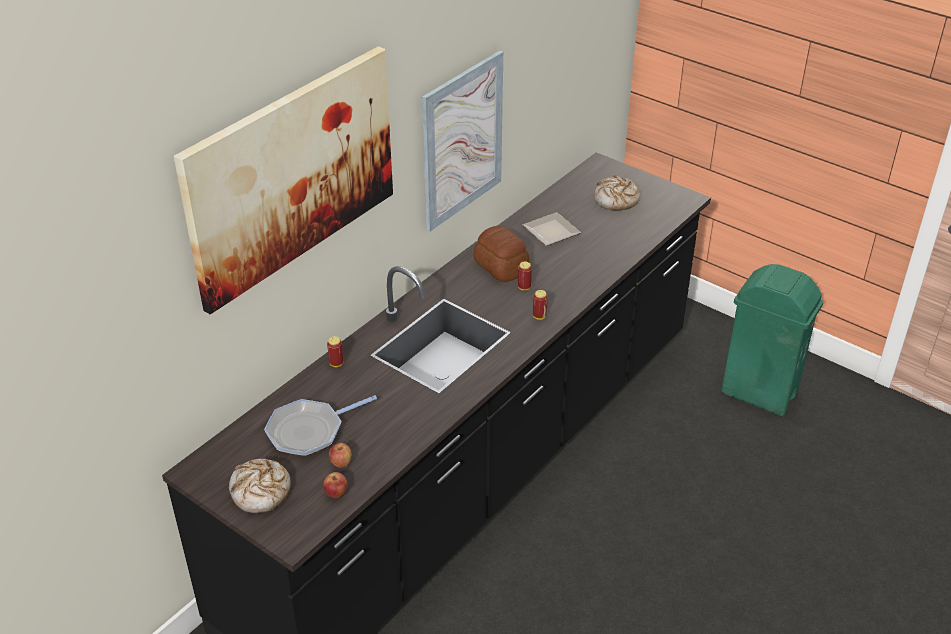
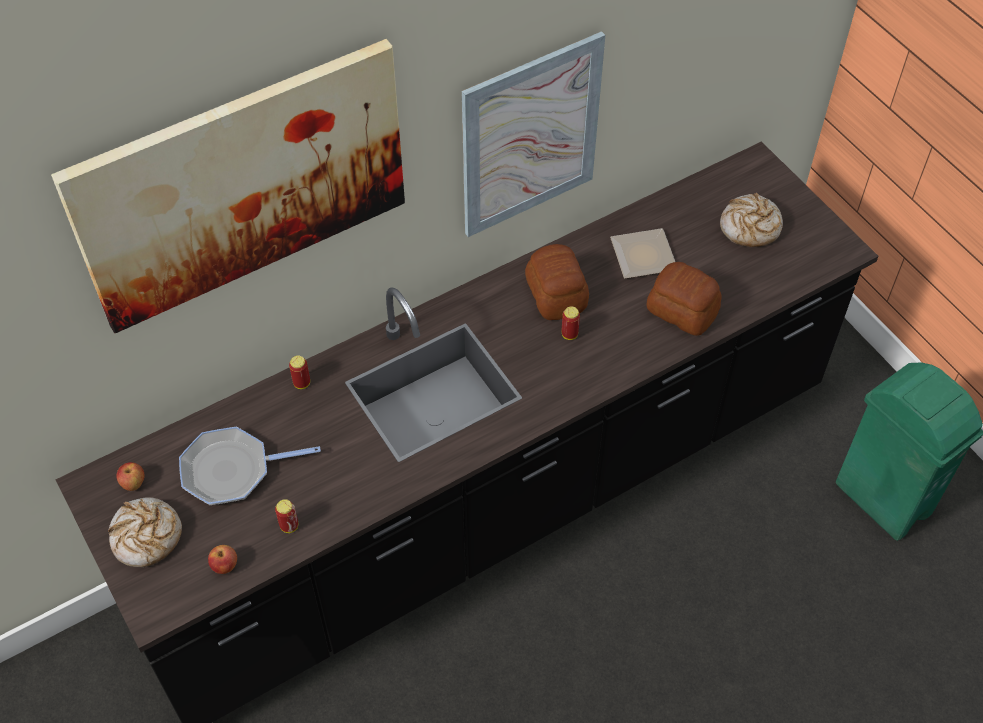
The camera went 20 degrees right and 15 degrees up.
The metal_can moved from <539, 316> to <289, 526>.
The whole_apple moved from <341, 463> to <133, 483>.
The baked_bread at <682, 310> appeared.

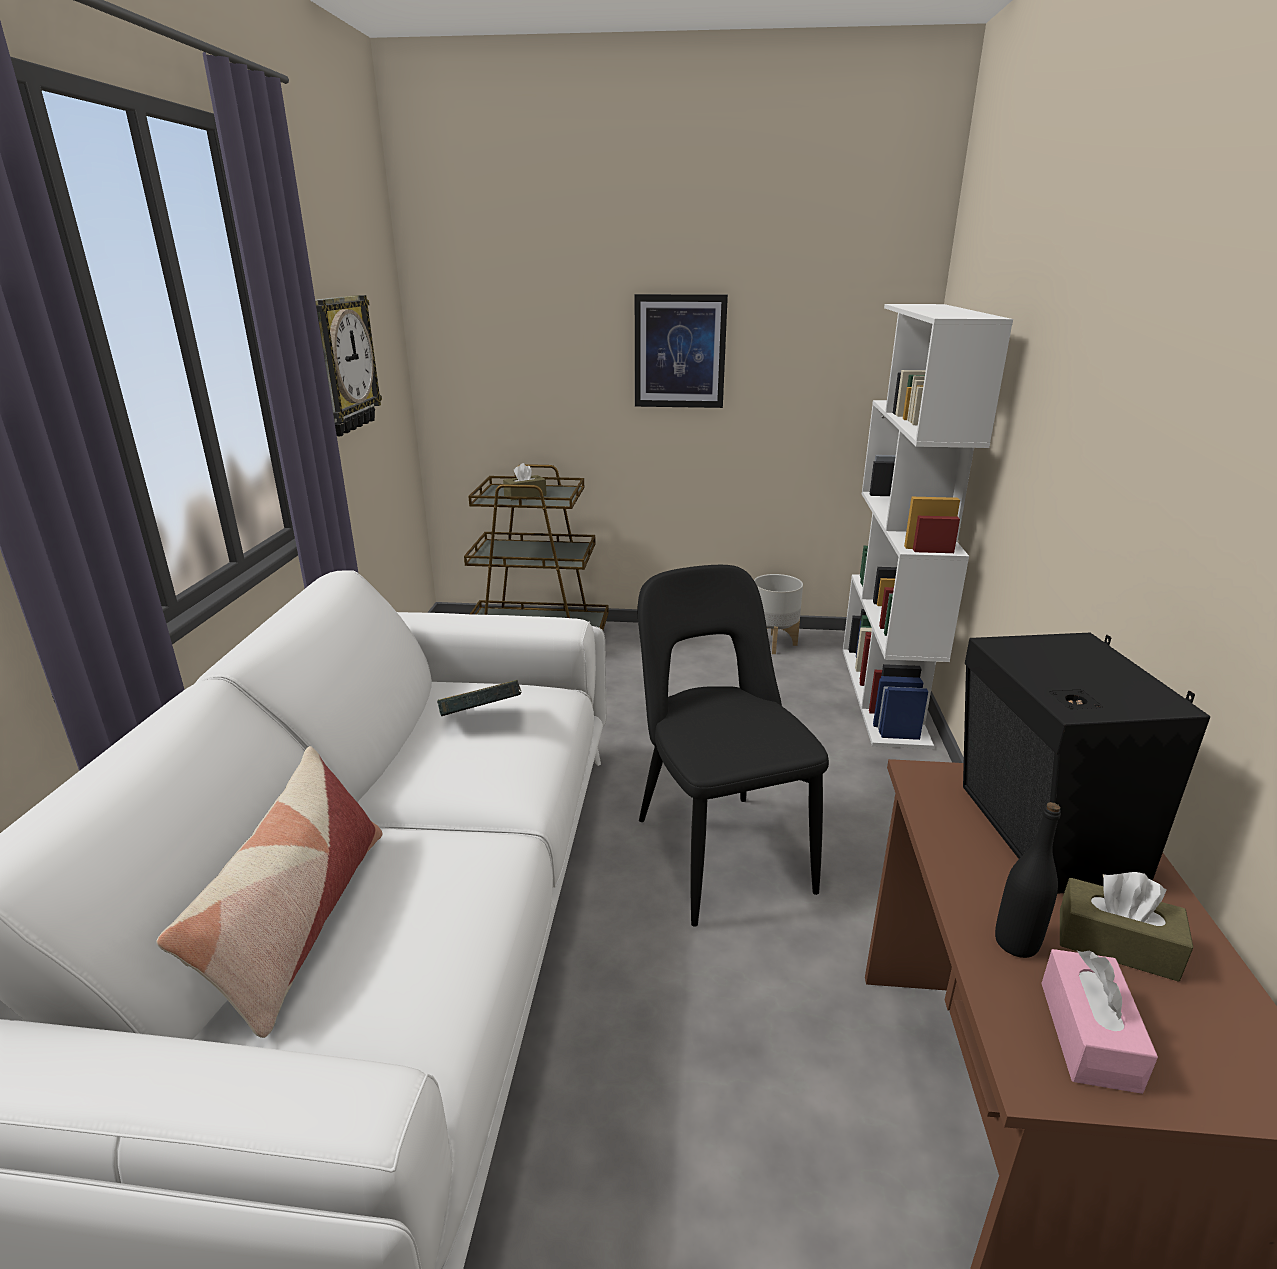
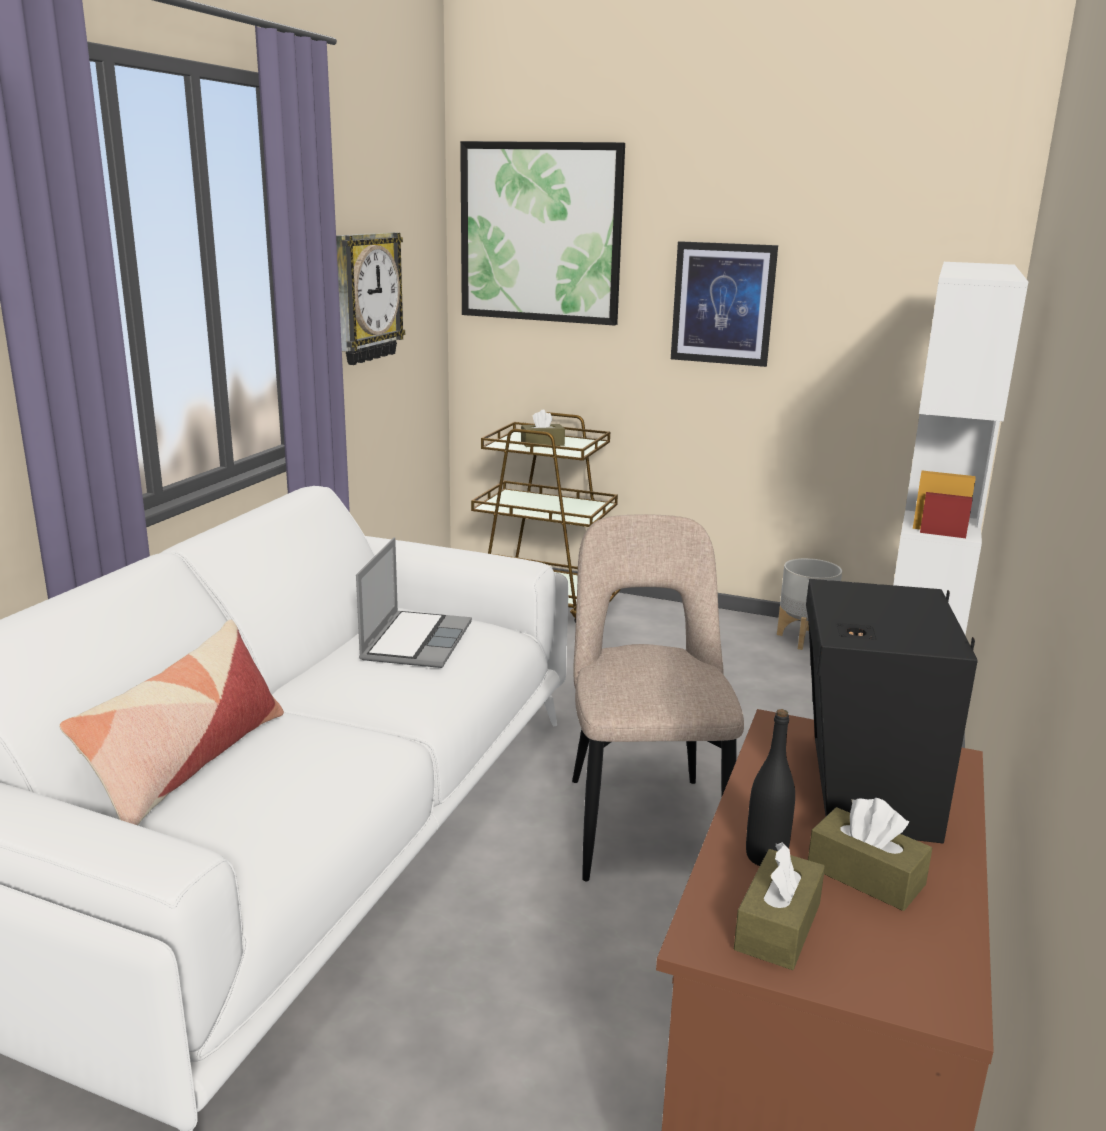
The camera went 15 degrees right and 5 degrees down.
The black-coloured_upright_chair at <718, 849> became the sand-coloured_upright_chair at <643, 821>.
The book at <482, 720> was replaced by the laptop at <415, 641>.
The pink_tissue_box at <1088, 1035> became the brown-coloured_tissue_box at <778, 926>.
The wall_art at <540, 233> appeared.

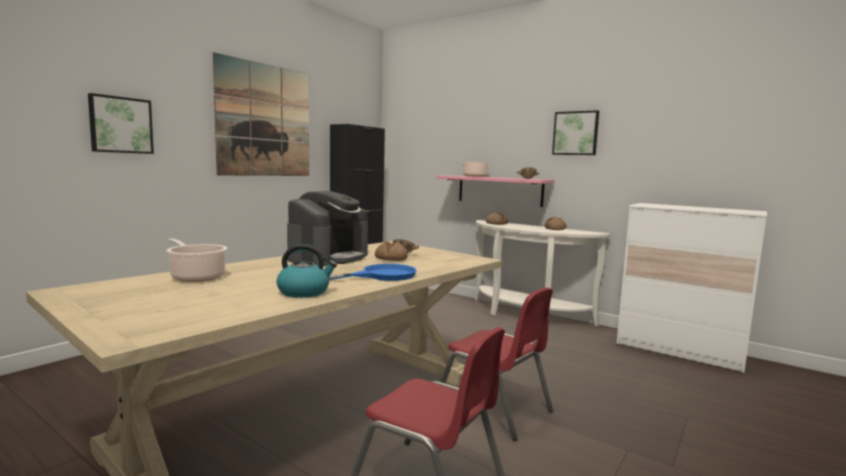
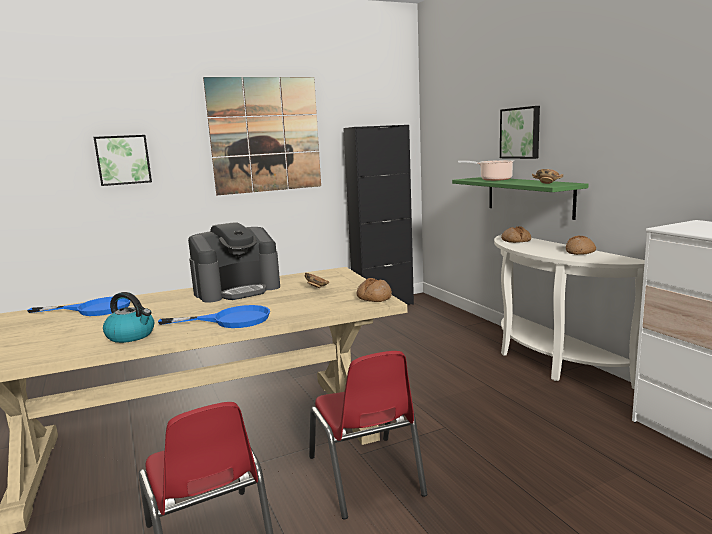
The camera went 30 degrees right and 5 degrees up.
The wall_art moved from <575, 133> to <521, 133>.
The pink_shelf at <499, 190> became the green_shelf at <529, 196>.
The stockpot at <196, 277> was replaced by the bluish_frying_pan at <94, 309>.
The baked_bread moved from <390, 258> to <373, 298>.

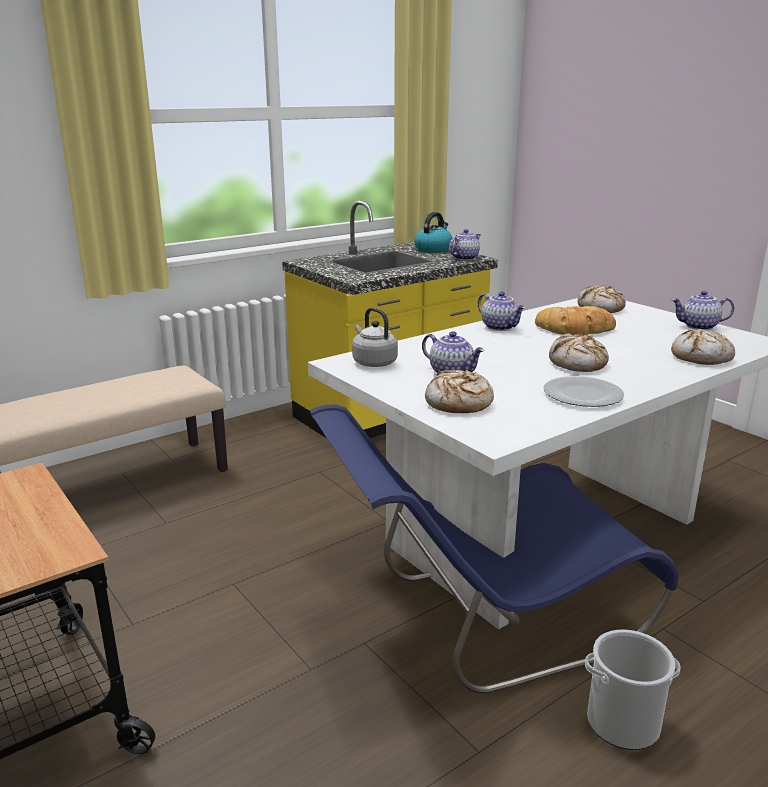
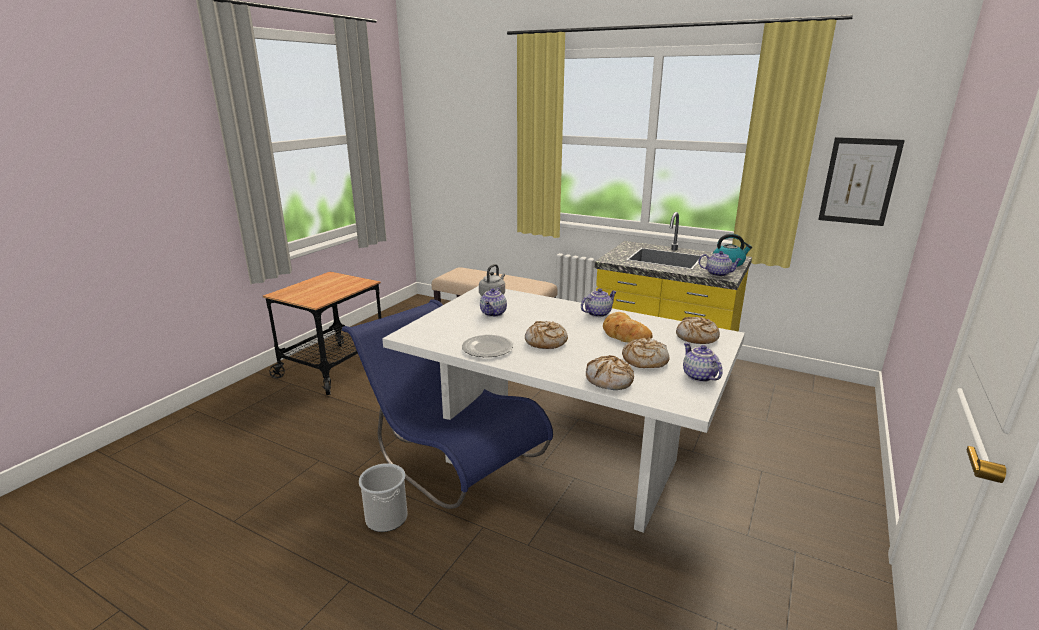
The camera went 65 degrees right and 0 degrees up.
The pot_for_tea at <500, 327> turned 150 degrees counterclockwise.
The baked_bread moved from <459, 403> to <644, 360>.
The wall_art at <859, 181> appeared.

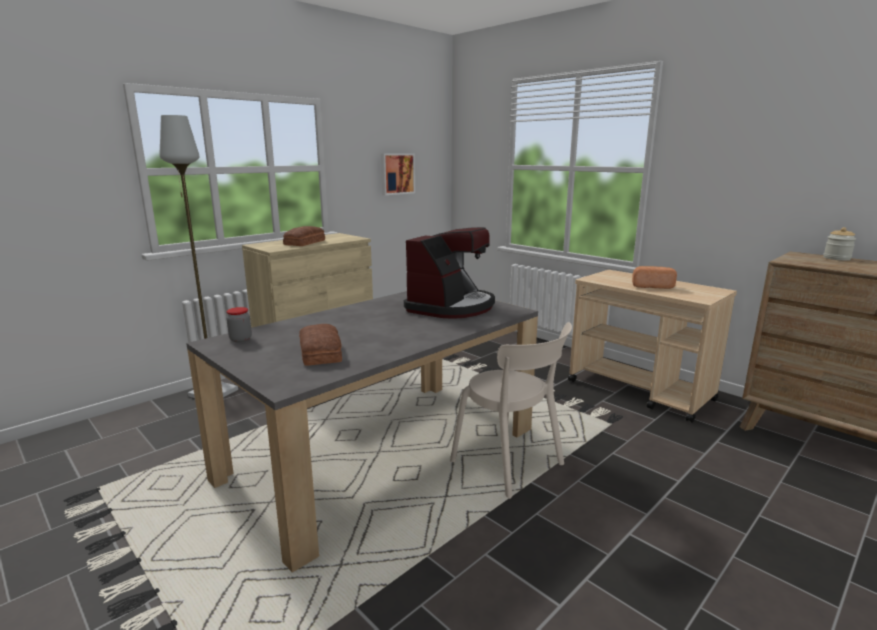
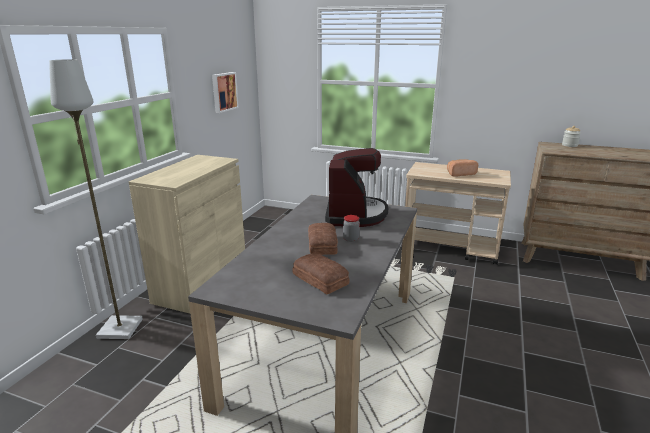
The camera went 25 degrees left and 5 degrees up.
The baked_bread moved from <306, 242> to <323, 244>.
The jar moved from <240, 339> to <350, 239>.
The sand-coloured_upright_chair at <510, 465> disappeared.

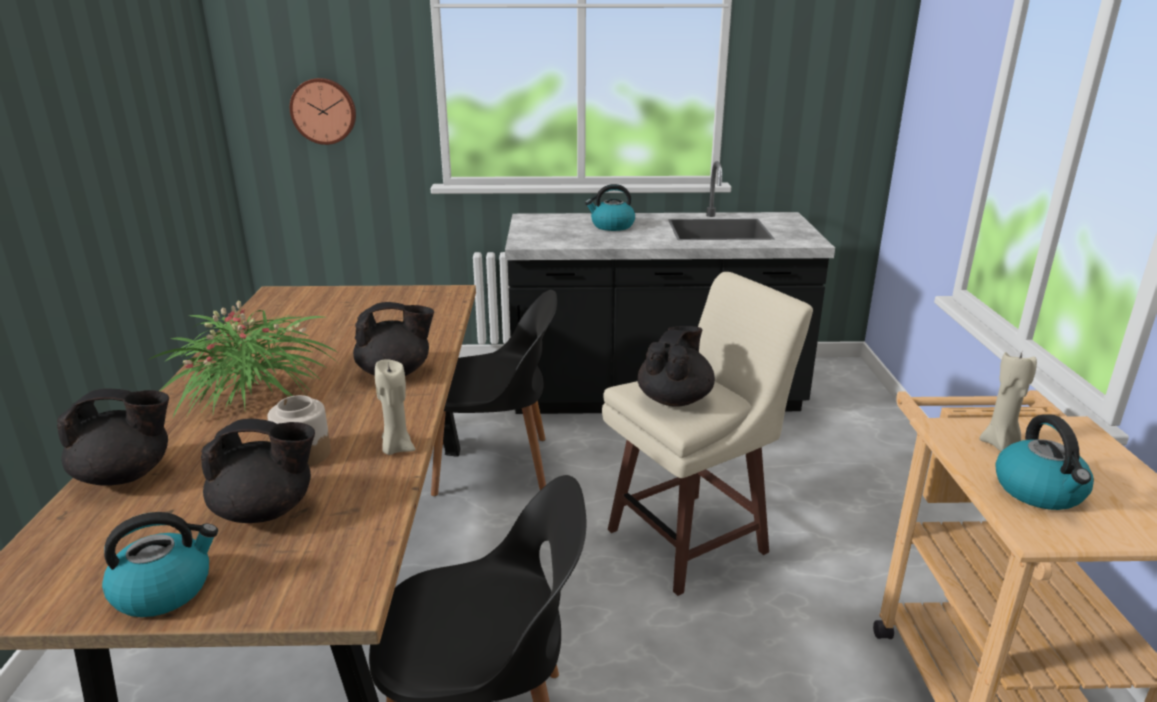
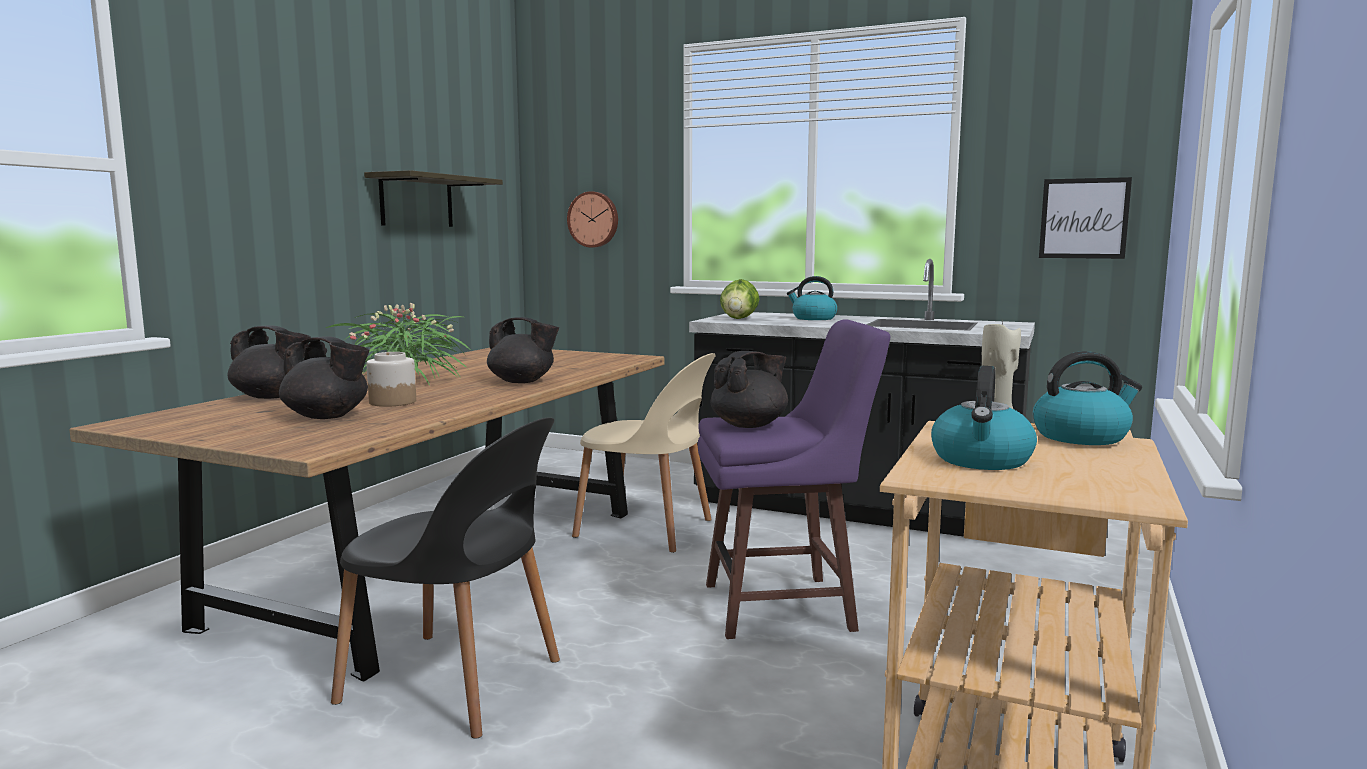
The camera went 25 degrees right and 15 degrees down.
The sand-coloured_stool_seat at <691, 540> became the purple-coloured_stool_seat at <783, 607>.
The black-coloured_upright_chair at <496, 466> became the sand-coloured_upright_chair at <647, 529>.
The sand-coloured_candle at <396, 448> disappeared.
The tea_kettle moved from <164, 589> to <1081, 436>.
The shelf at <416, 201> appeared.
The wall_art at <1084, 218> appeared.
The head_of_lettuce at <739, 319> appeared.

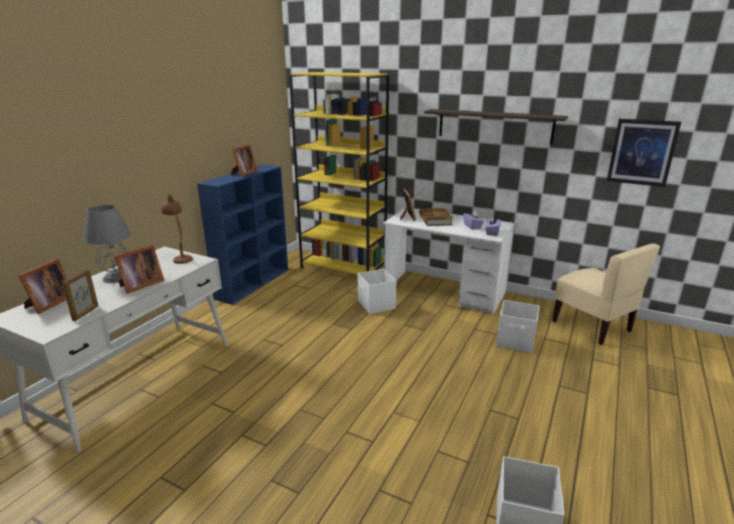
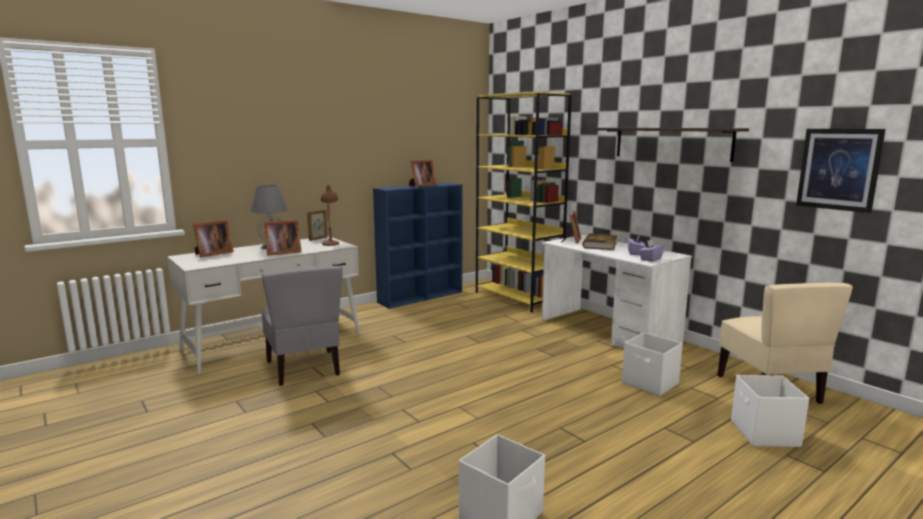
The camera went 25 degrees right and 10 degrees down.
The standing_frame moved from <86, 313> to <318, 239>.
The whitish_storage_box moved from <376, 305> to <764, 434>.
The gray_upright_chair at <304, 368> appeared.

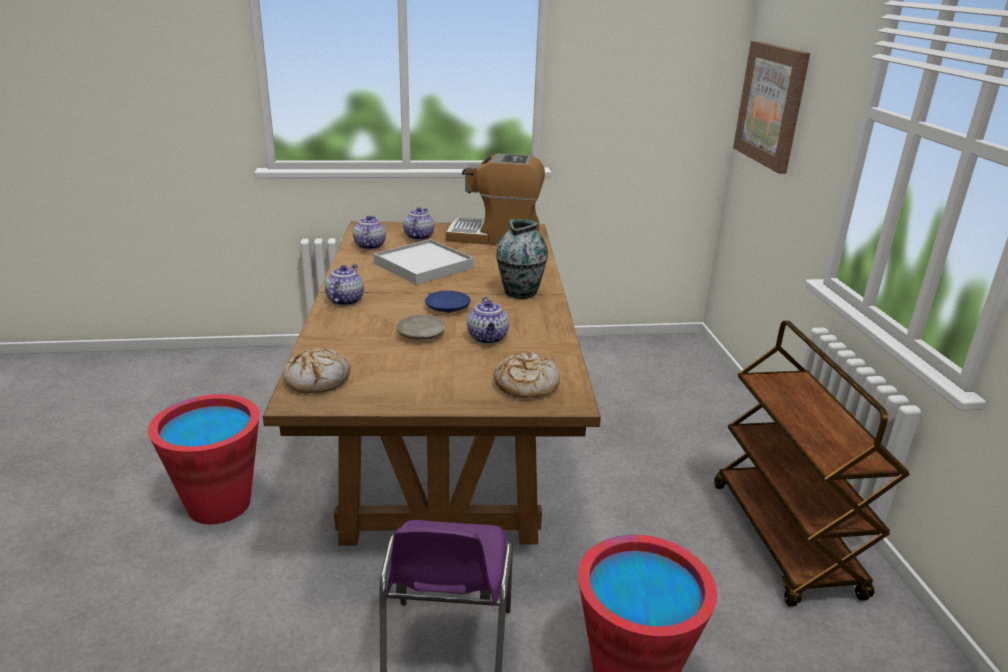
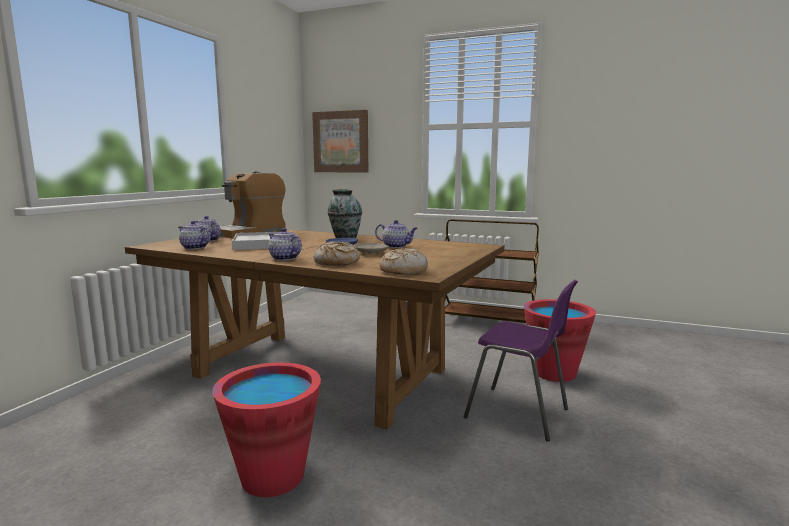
The camera went 60 degrees left and 15 degrees down.
The baked_bread moved from <525, 385> to <337, 262>.

